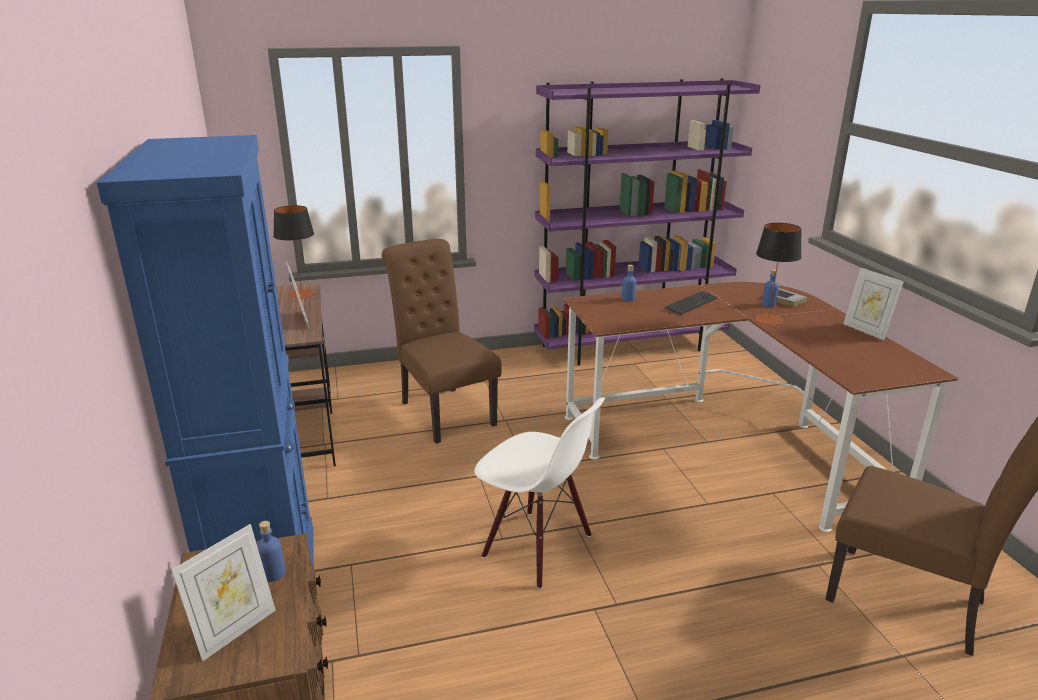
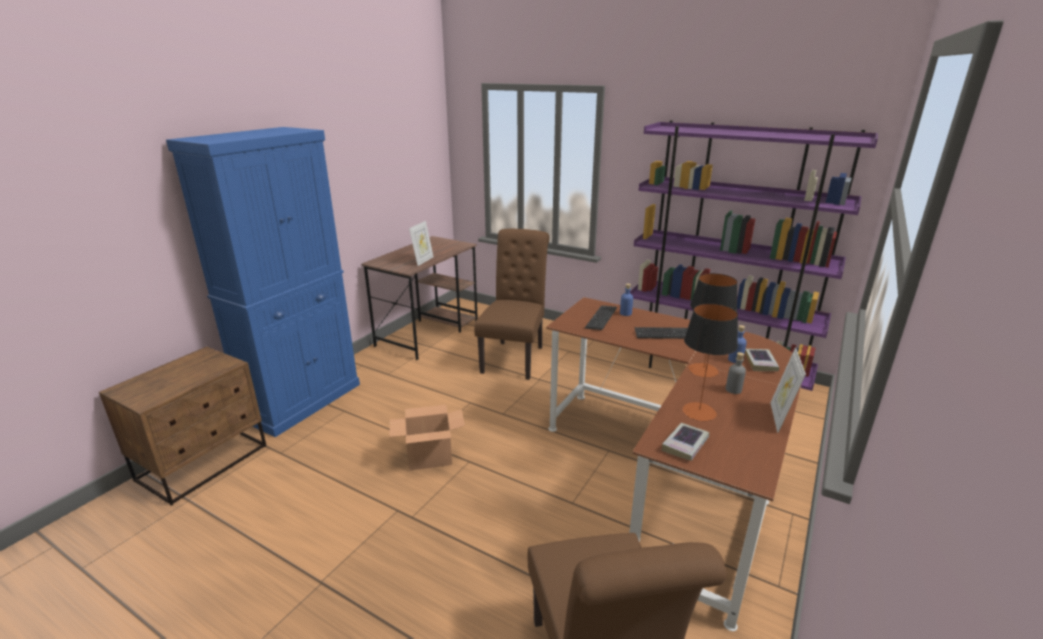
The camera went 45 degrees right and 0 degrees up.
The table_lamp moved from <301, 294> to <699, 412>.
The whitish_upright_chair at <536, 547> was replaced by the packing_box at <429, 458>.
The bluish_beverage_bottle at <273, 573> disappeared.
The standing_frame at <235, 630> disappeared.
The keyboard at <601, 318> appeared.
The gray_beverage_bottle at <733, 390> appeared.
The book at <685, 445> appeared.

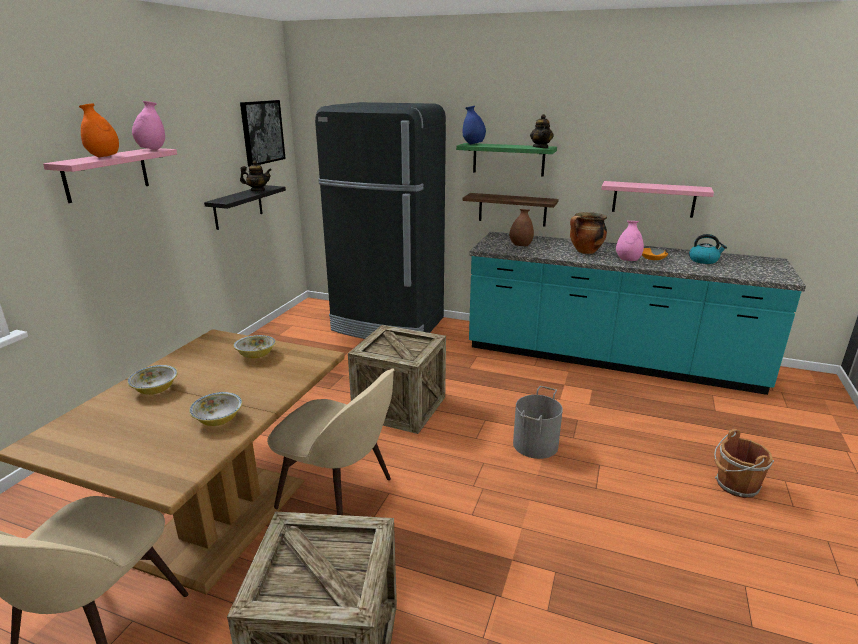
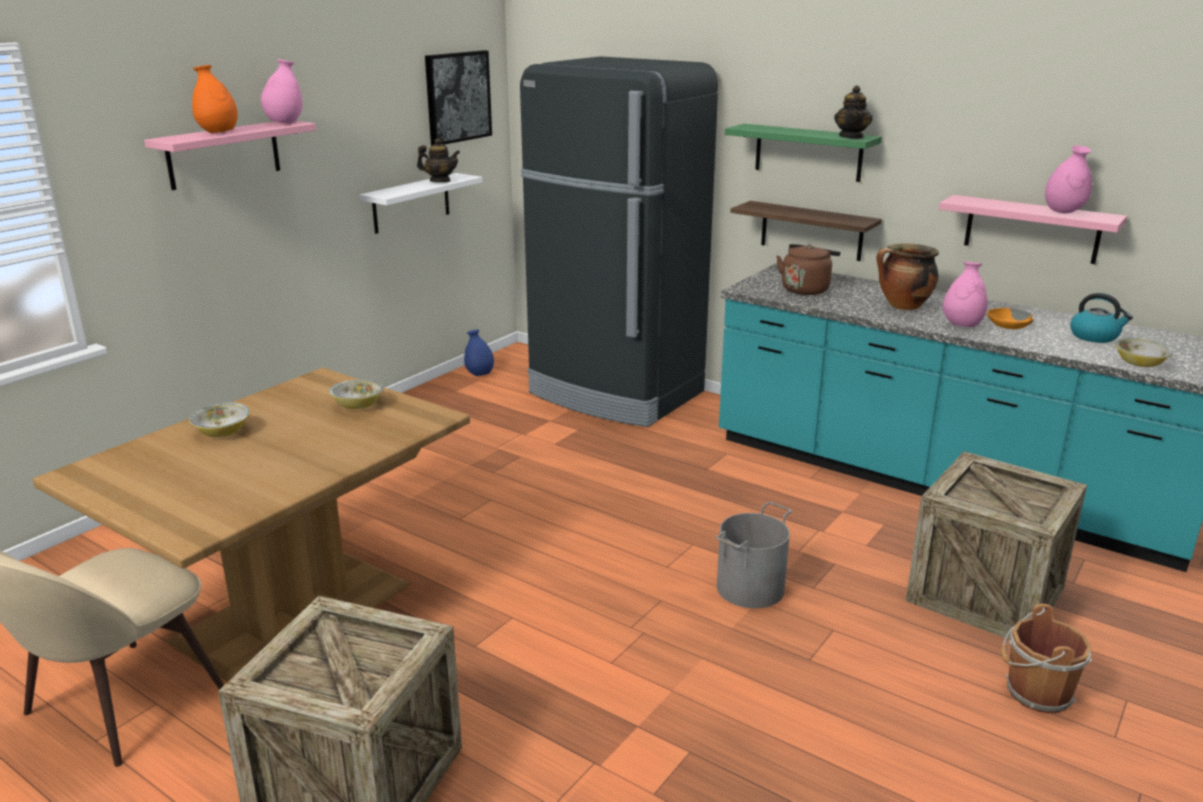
The camera went 15 degrees right and 0 degrees up.
The bluish_flower_vase moved from <473, 144> to <479, 374>.
The black-coloured_shelf at <238, 207> became the whitish_shelf at <411, 203>.
The brown-coloured_flower_vase at <520, 246> was replaced by the brown-coloured_tea_kettle at <806, 289>.
The packing_crate moved from <400, 407> to <985, 594>.
The sand-coloured_upright_chair at <338, 496> disappeared.
The deep_dish moved from <218, 420> to <1139, 363>.
The pink_flower_vase at <1064, 212> appeared.

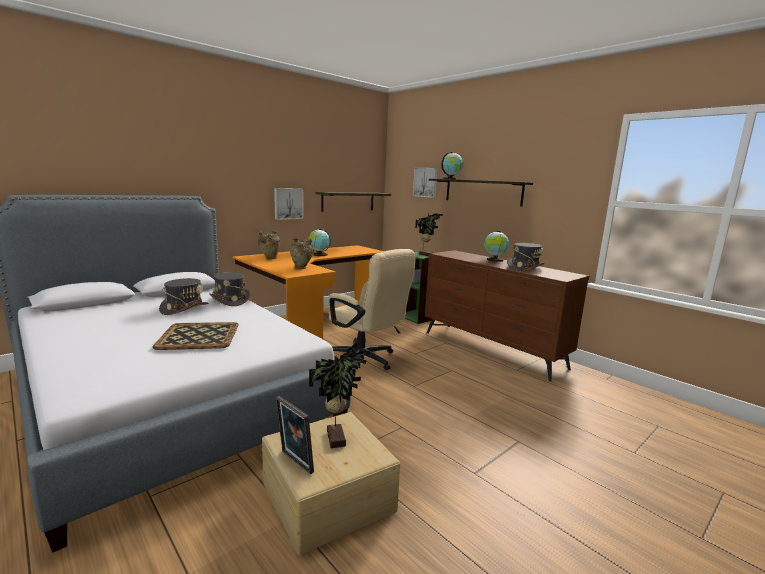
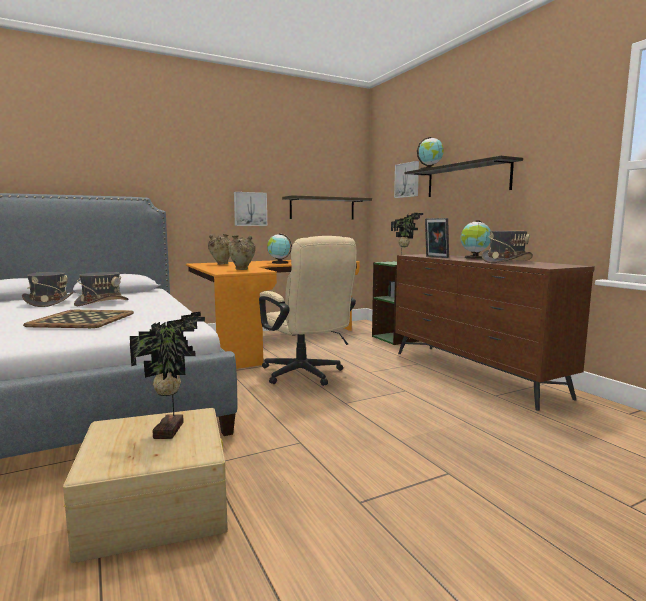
The camera went 15 degrees right and 5 degrees down.
The gray_hat moved from <230, 300> to <49, 303>.
The standing_frame moved from <294, 463> to <435, 257>.

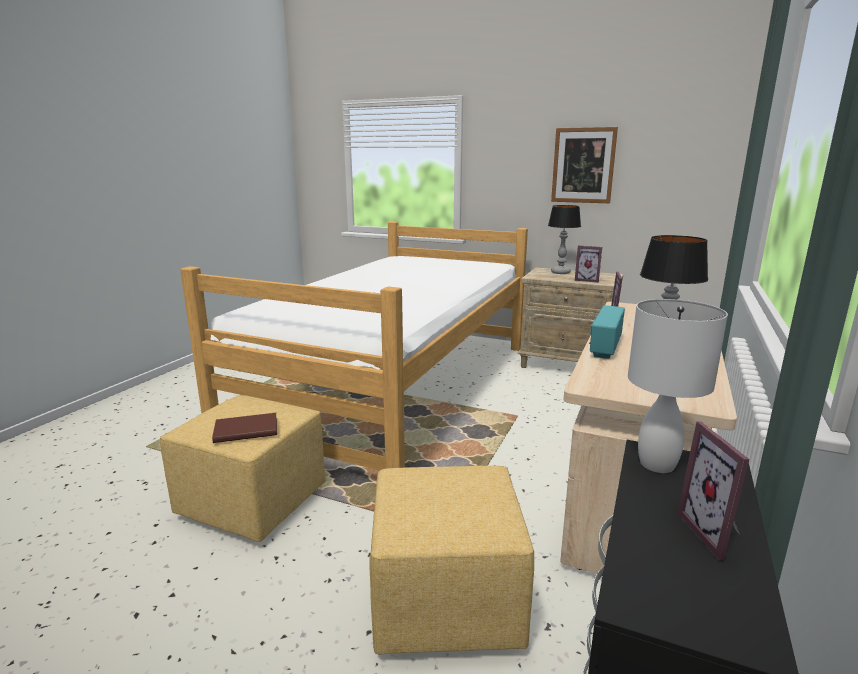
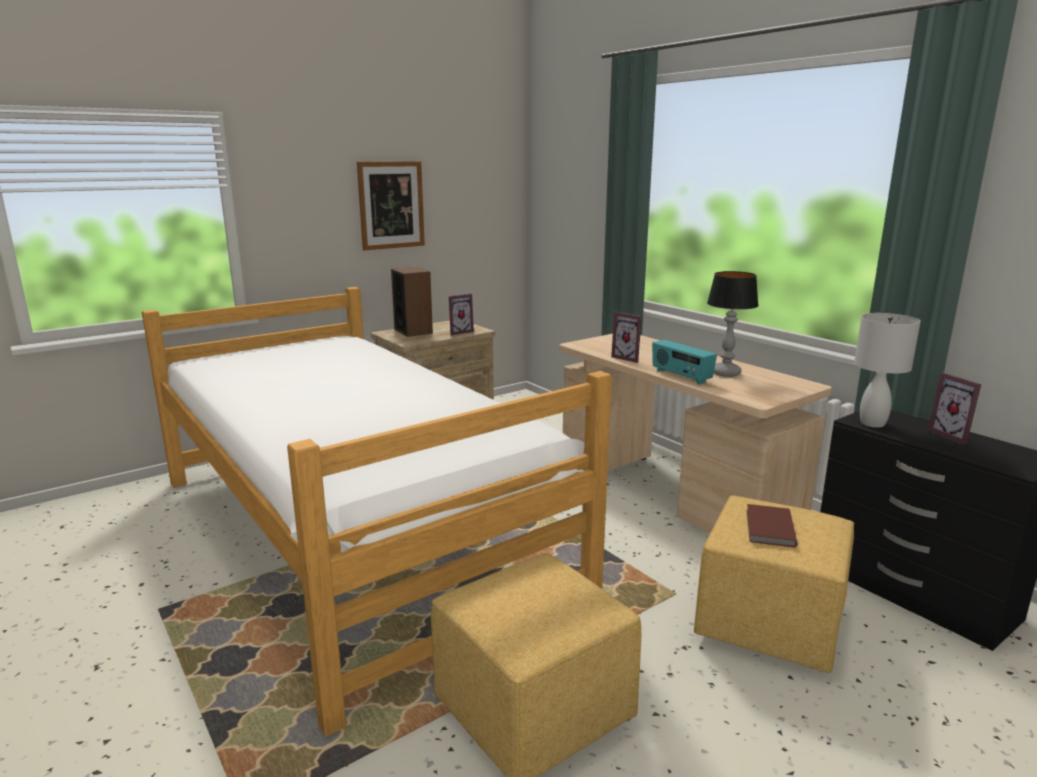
The camera went 60 degrees left and 0 degrees up.
The table_lamp at <561, 272> was replaced by the speaker at <413, 331>.
The brown-coloured_book moved from <245, 430> to <768, 528>.
The standing_frame at <716, 534> turned 45 degrees clockwise.

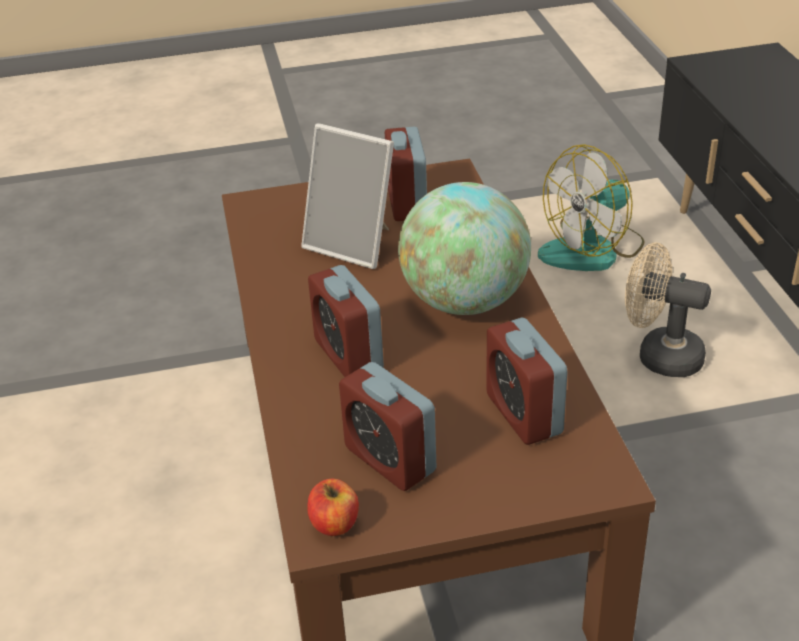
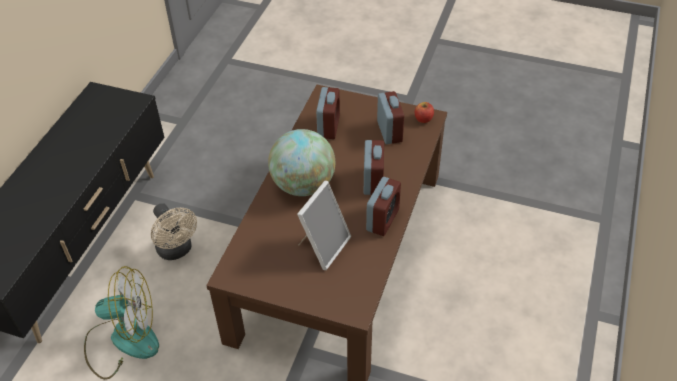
The camera went 150 degrees left and 10 degrees up.
The standing_frame at <354, 244> turned 60 degrees clockwise.
The bedside_clock moved from <407, 203> to <382, 220>.

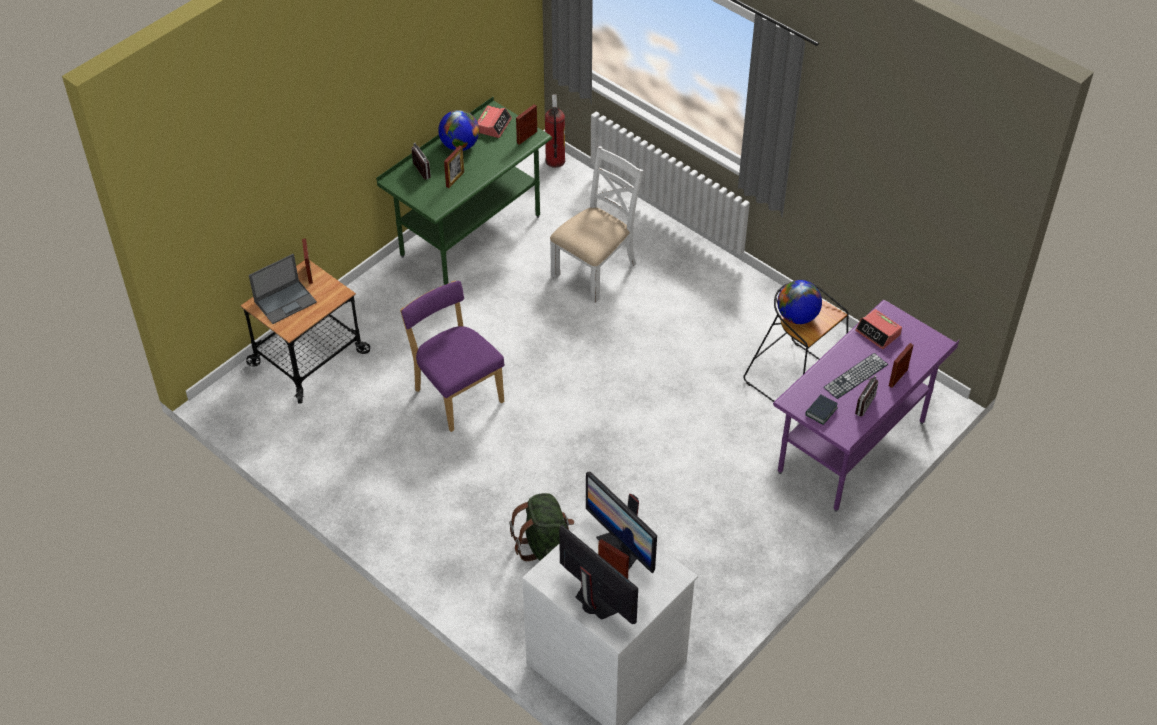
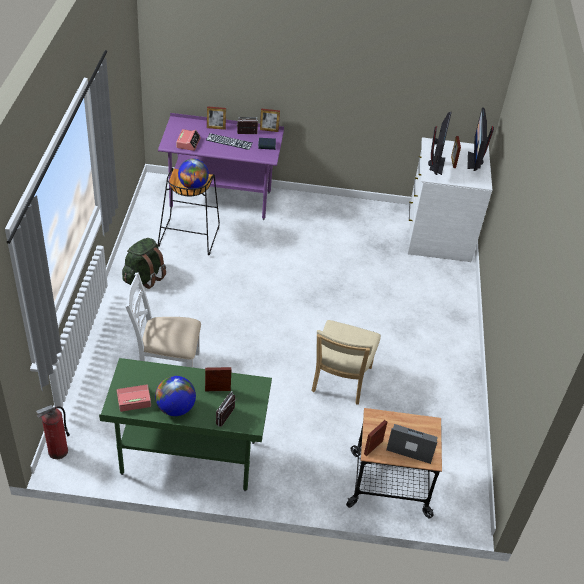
The camera went 130 degrees left and 5 degrees down.
The standing_frame moved from <527, 137> to <269, 130>.
The purple-coloured_upright_chair at <456, 393> became the sand-coloured_upright_chair at <340, 382>.
The green_backpack moved from <545, 547> to <144, 277>.

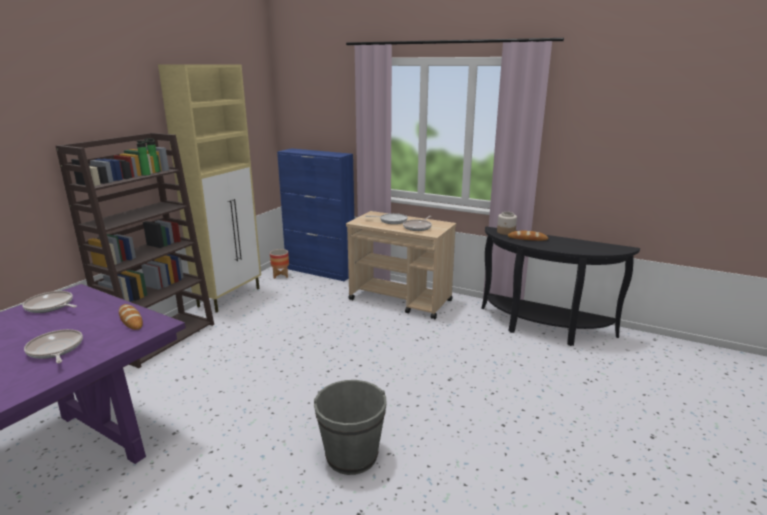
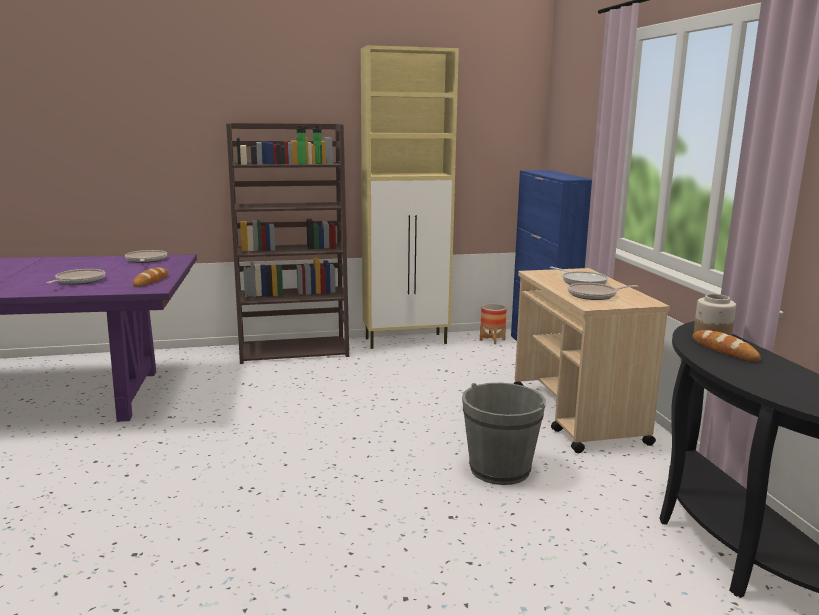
The camera went 50 degrees right and 5 degrees down.
The gray_bucket moved from <352, 456> to <499, 469>.

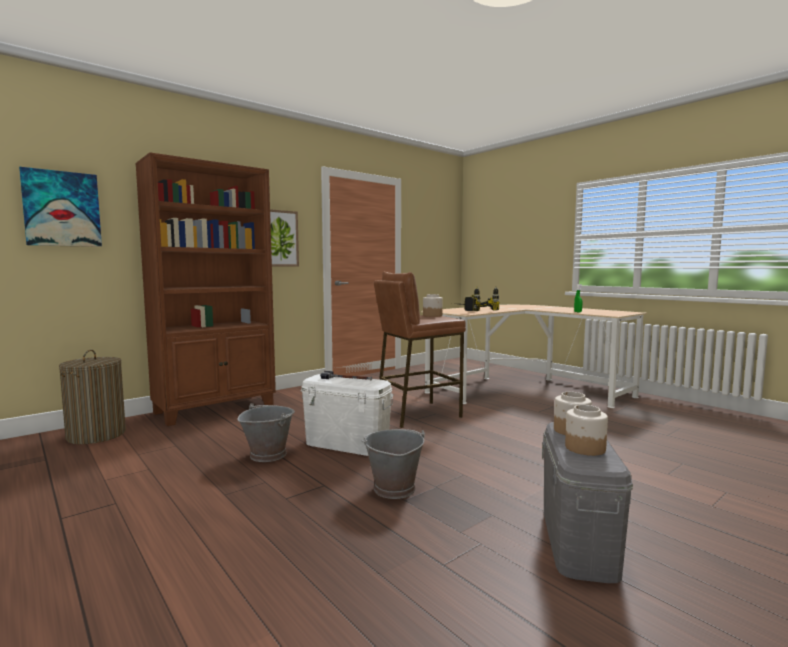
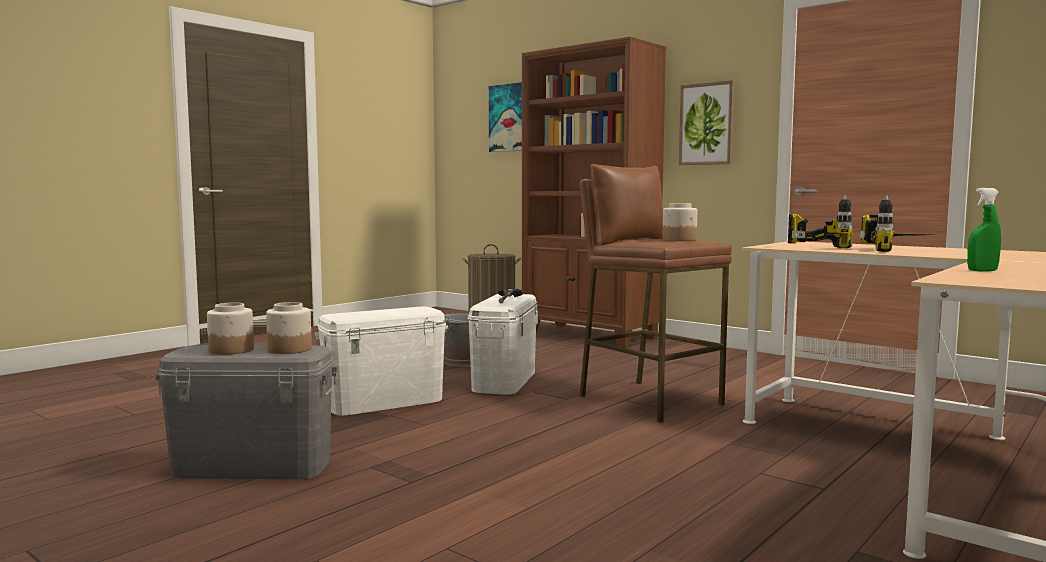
The camera went 80 degrees right and 0 degrees up.
The gray_bucket at <393, 488> was replaced by the whitish_storage_box at <384, 402>.

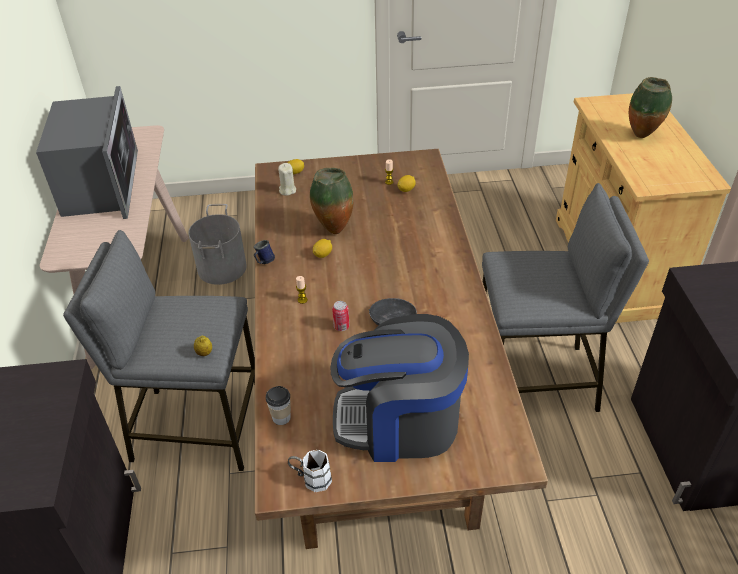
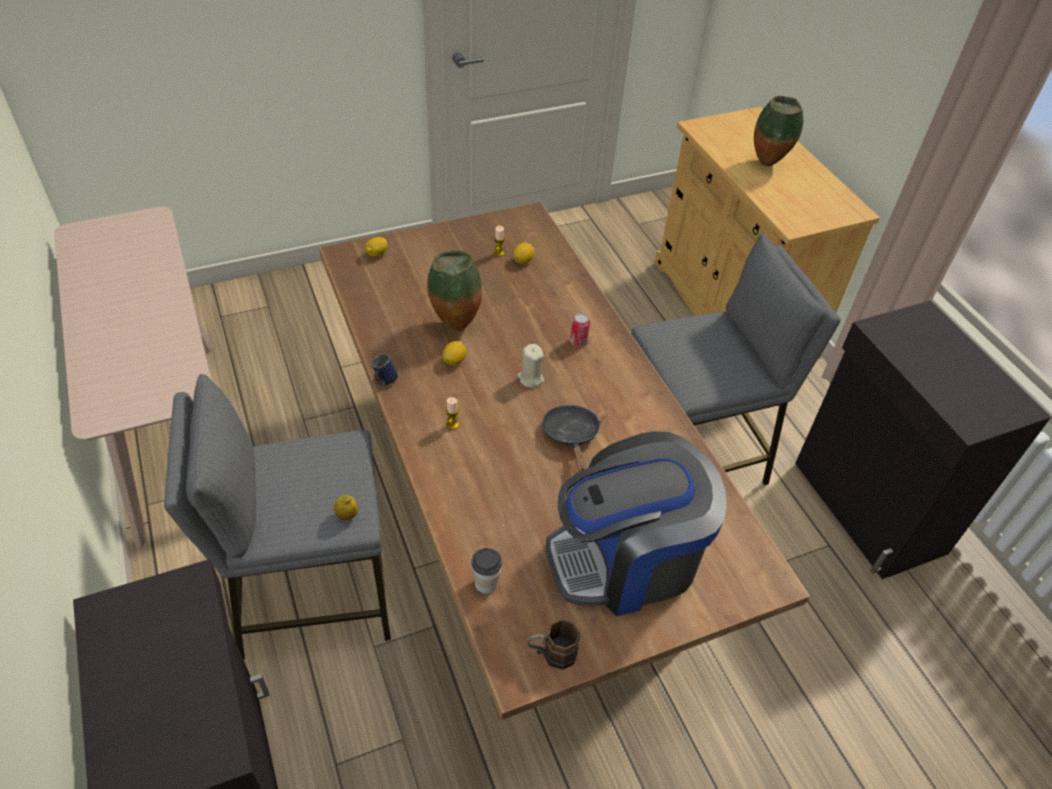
The camera went 20 degrees left and 5 degrees up.
The microwave at <101, 185> disappeared.
The sand-coloured_candle moved from <287, 190> to <530, 378>.
The gray_bucket at <221, 268> disappeared.
The metal_can moved from <341, 326> to <578, 342>.
The whitish_coffee_mug at <311, 479> became the brown-coloured_coffee_mug at <551, 654>.

